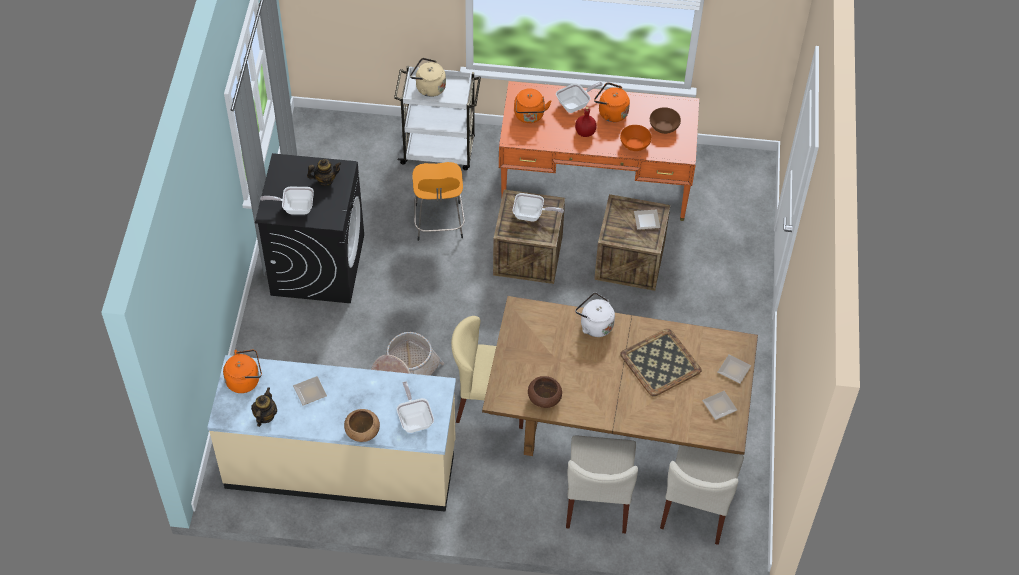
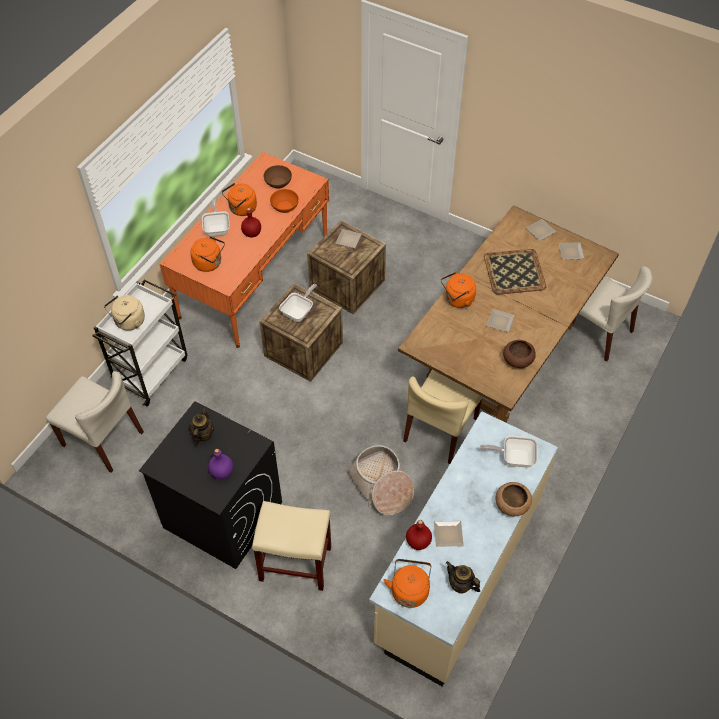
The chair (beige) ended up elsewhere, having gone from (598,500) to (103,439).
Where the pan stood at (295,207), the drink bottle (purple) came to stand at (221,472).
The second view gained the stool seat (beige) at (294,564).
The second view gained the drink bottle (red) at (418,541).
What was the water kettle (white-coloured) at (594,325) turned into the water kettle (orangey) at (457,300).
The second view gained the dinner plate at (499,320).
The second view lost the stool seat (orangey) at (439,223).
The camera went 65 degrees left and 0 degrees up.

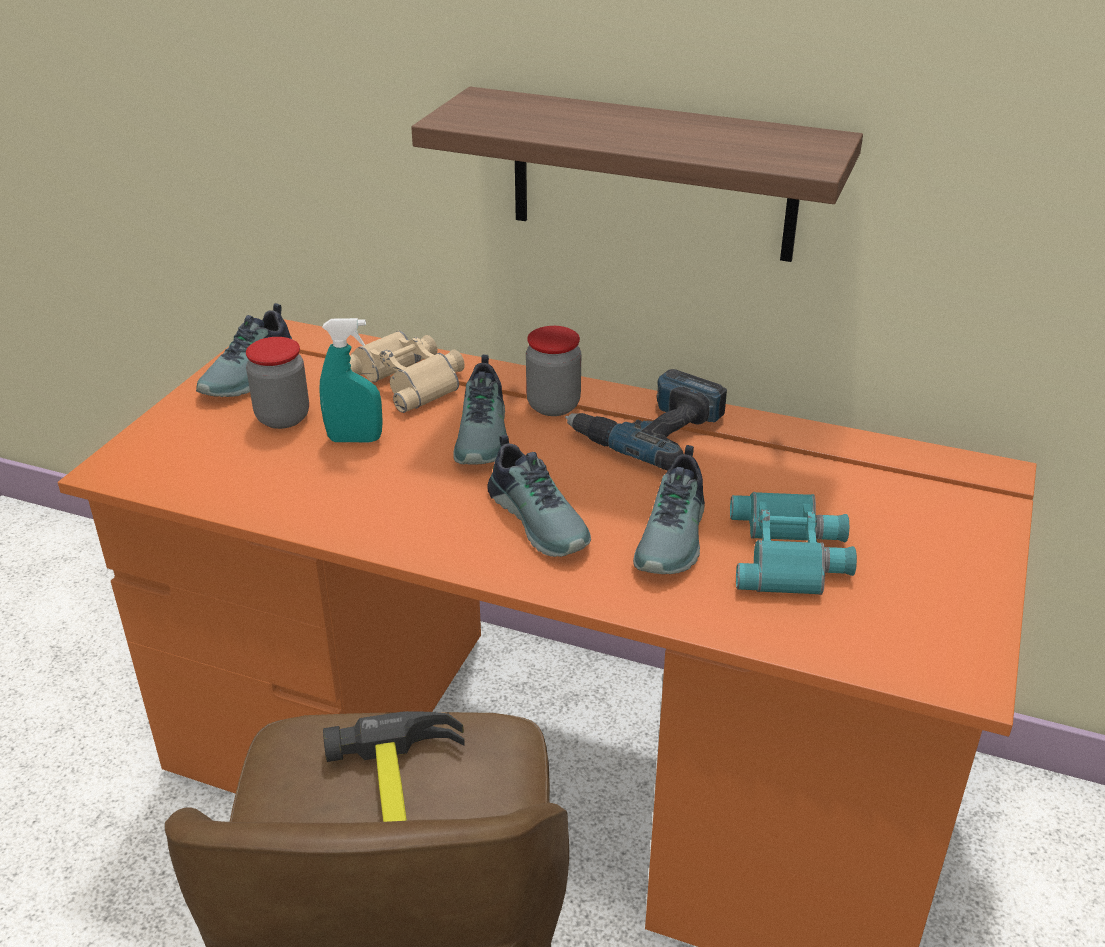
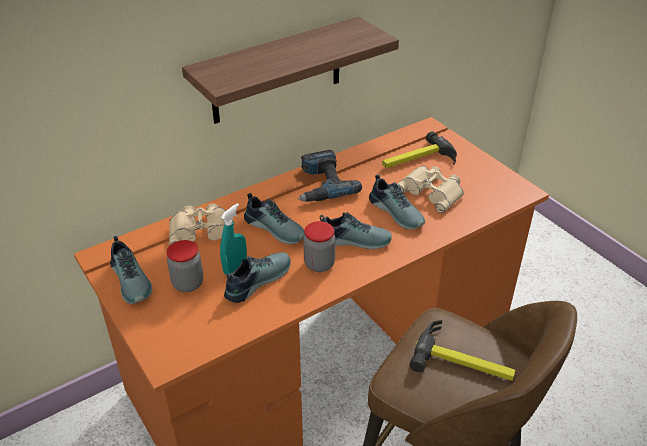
The second view gained the item of footwear at (256,280).
The preserve jar ended up elsewhere, having gone from (553,405) to (319,264).
The second view gained the hammer at (417,160).
What was the binoculars (turquoise-coloured) at (791,554) turned into the binoculars (beige) at (432,191).
The camera went 55 degrees left and 5 degrees up.

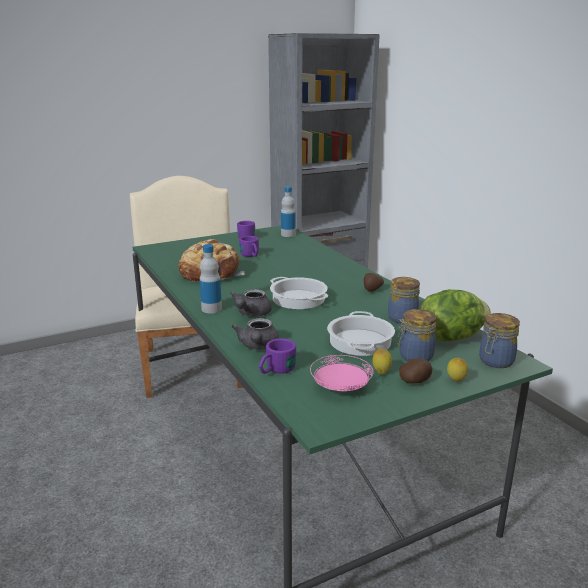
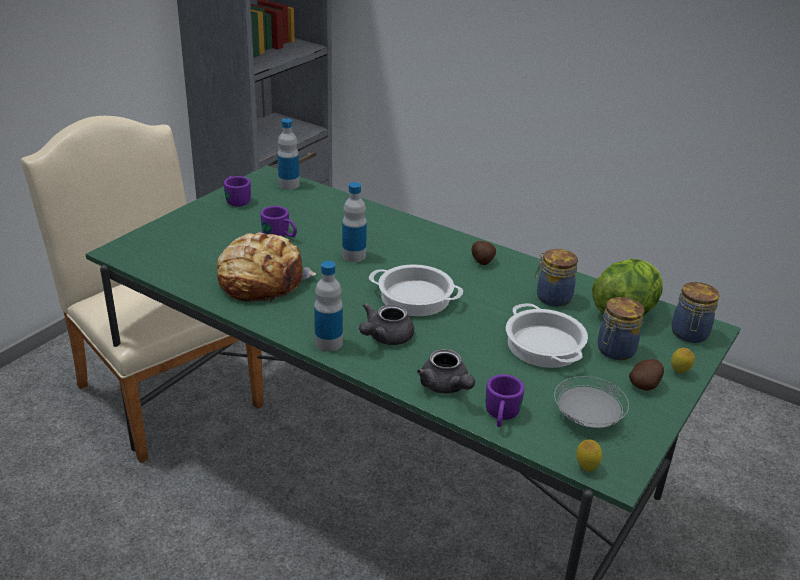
The second view gained the drink bottle at (354,256).
The teapot (greyish) at (251,314) ended up facing another way, 45 degrees clockwise from before.
What was the dinner plate (pink) at (340,388) turned into the dinner plate (greyish) at (587,418).
The whole lemon ended up elsewhere, having gone from (381,372) to (586,468).
The camera went 30 degrees left and 10 degrees up.

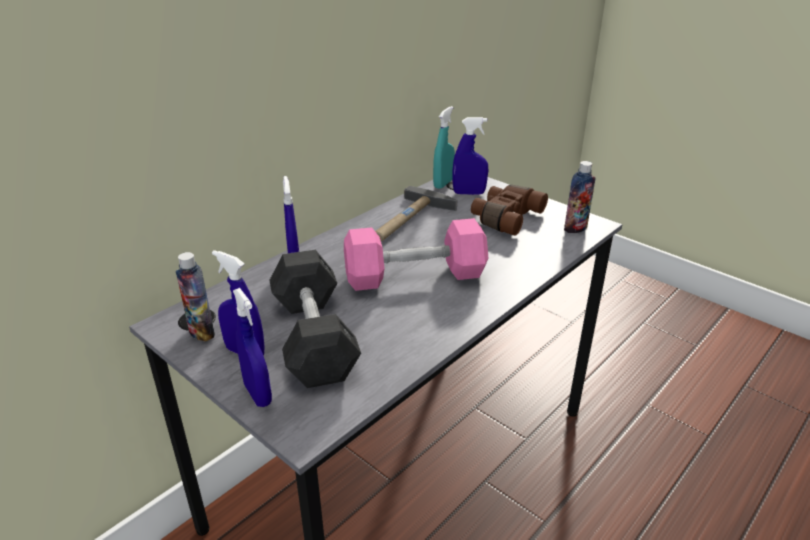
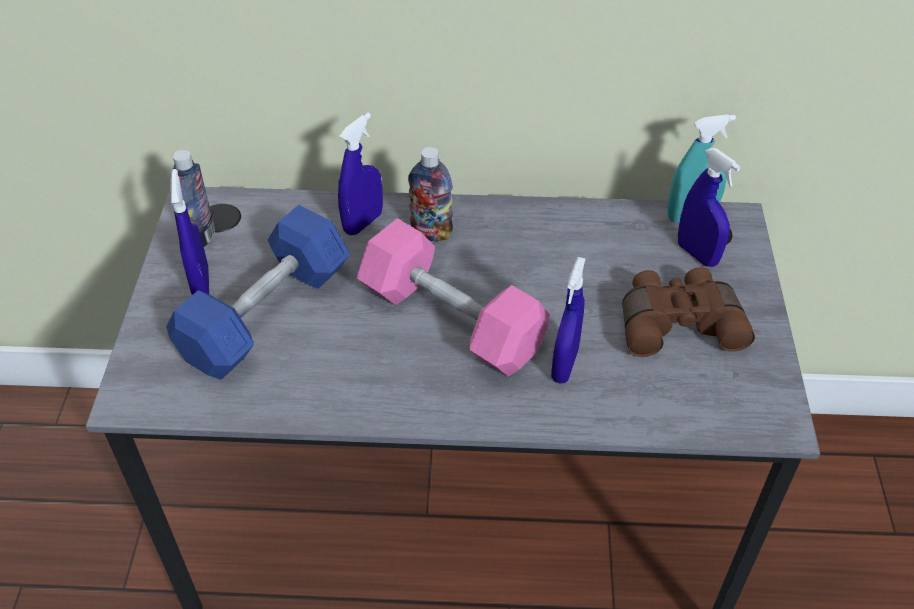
What was the hand weight (greyish) at (314,337) turned into the hand weight (bluish) at (266,314).
The drink bottle ended up elsewhere, having gone from (575,228) to (431,232).
The sprayer (bluish) ended up elsewhere, having gone from (258,394) to (564,365).
The second view lost the hammer at (409,221).
The camera went 50 degrees right and 15 degrees up.

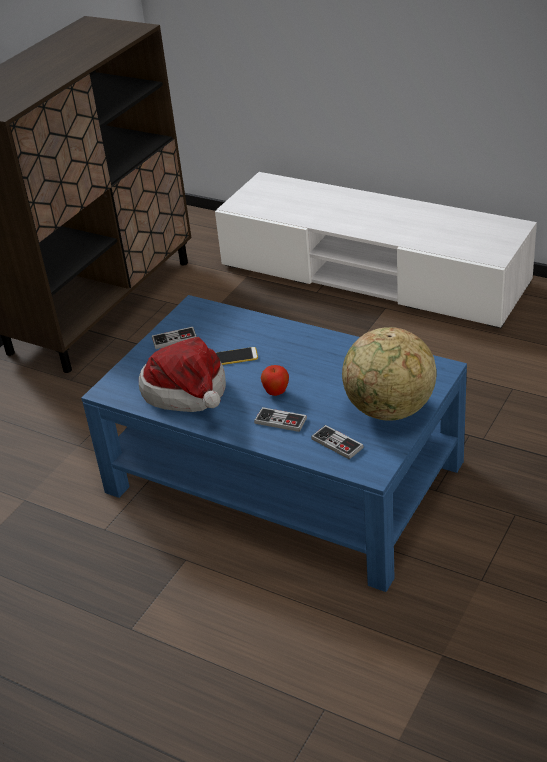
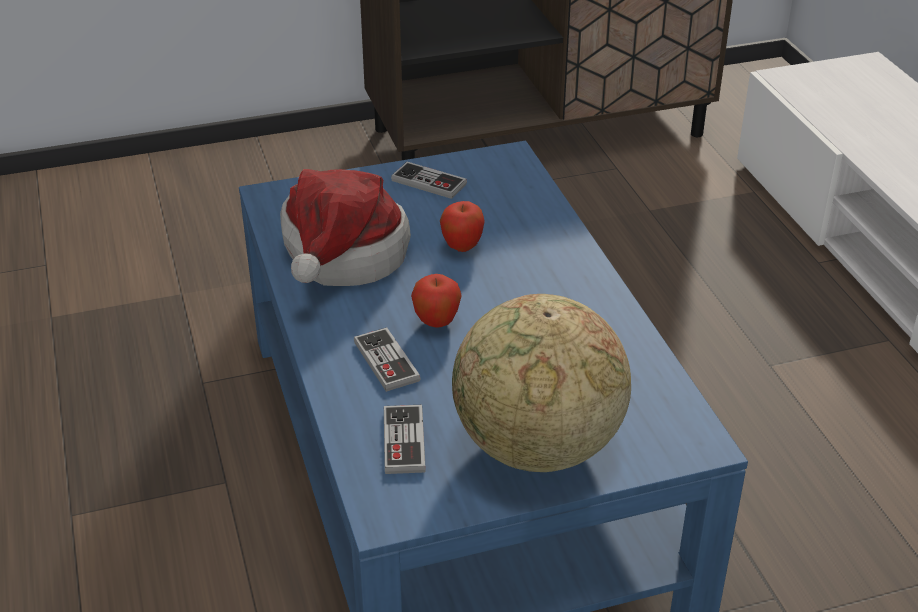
Where the phone stood at (236,357), the apple fruit came to stand at (462,247).
The camera went 40 degrees right and 0 degrees up.

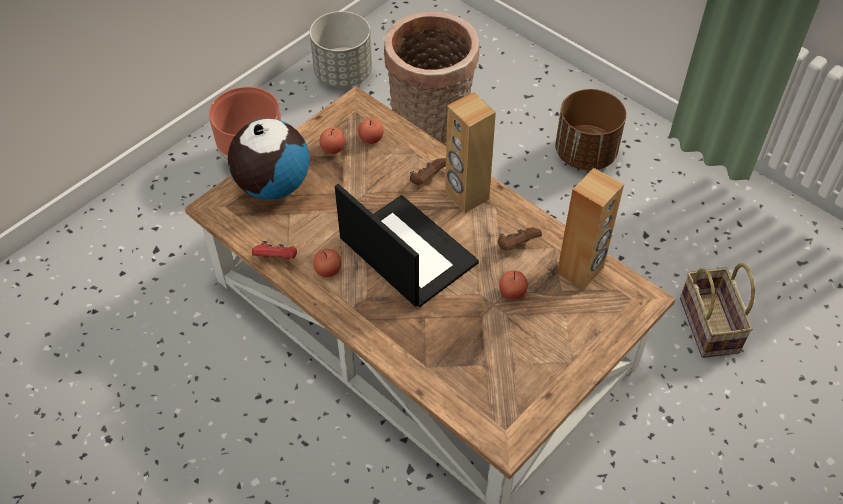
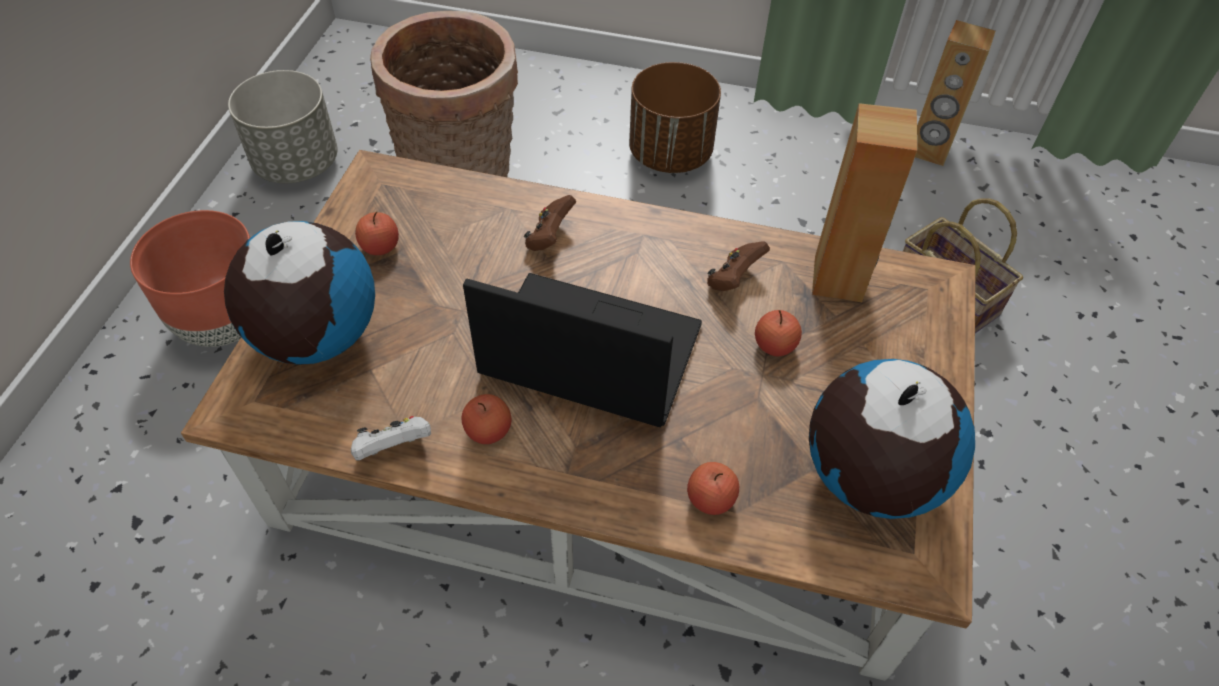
What was the game controller (red) at (277,259) turned into the game controller (white-coloured) at (394,448).
The apple fruit ended up elsewhere, having gone from (371,139) to (710,499).
The second view gained the world globe at (868,477).
The loudspeaker (brownish) ended up elsewhere, having gone from (466,196) to (928,150).
The camera went 30 degrees left and 0 degrees up.

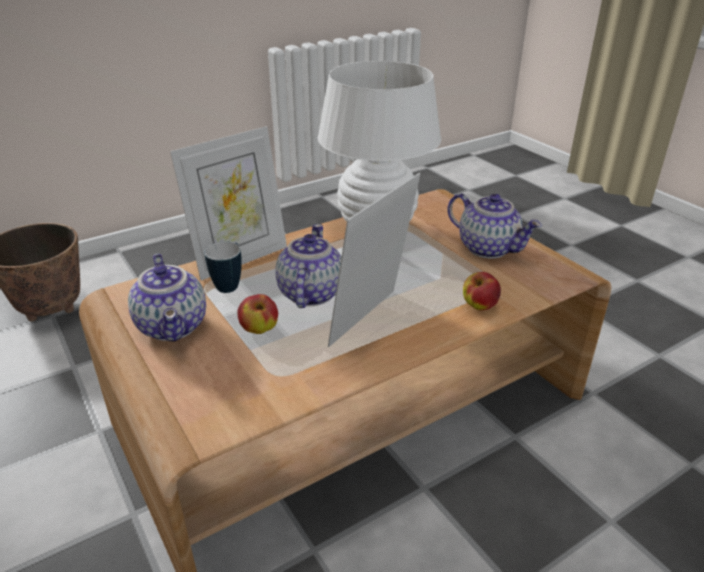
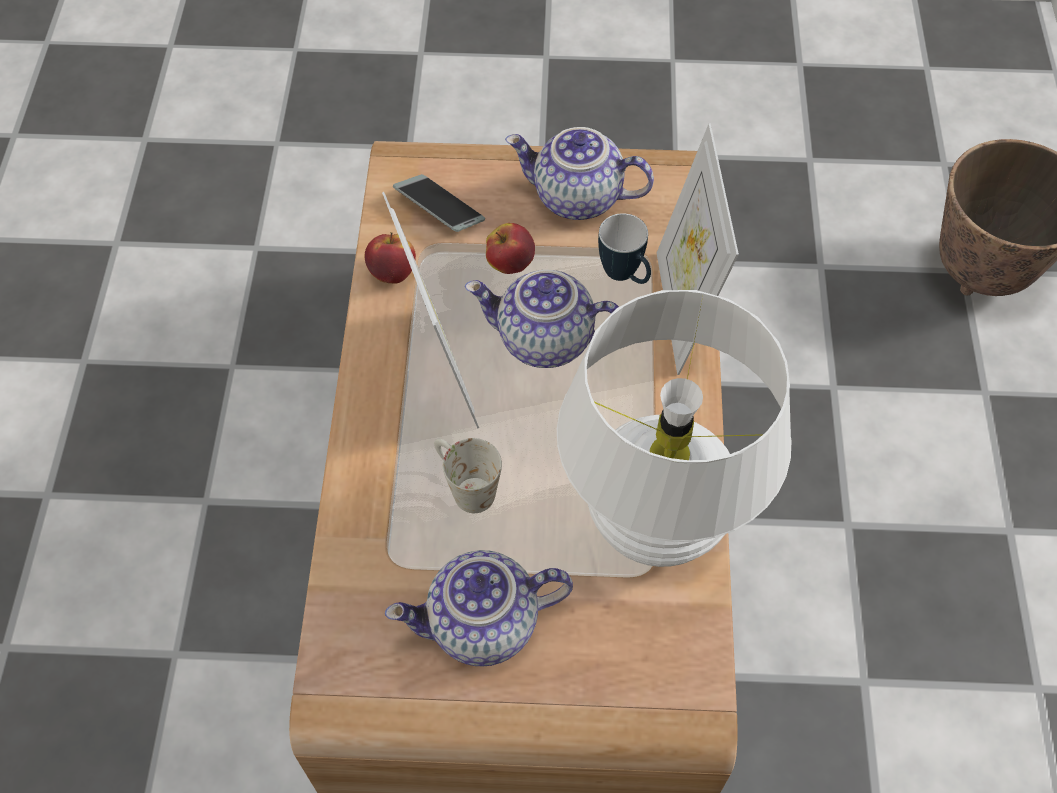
The apple fruit ended up elsewhere, having gone from (479,306) to (392,272).
The second view gained the phone at (439,209).
The second view gained the tea mug (white-coloured) at (464,486).
The teapot at (309,293) ended up facing another way, 150 degrees clockwise from before.
The camera went 125 degrees right and 25 degrees up.

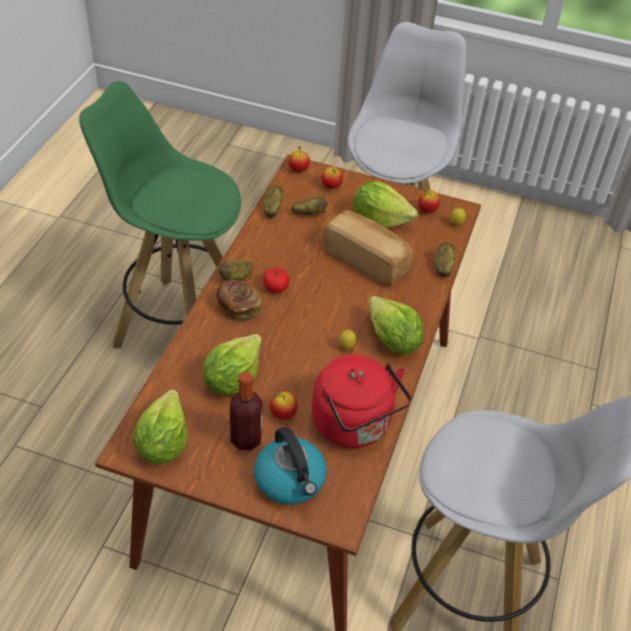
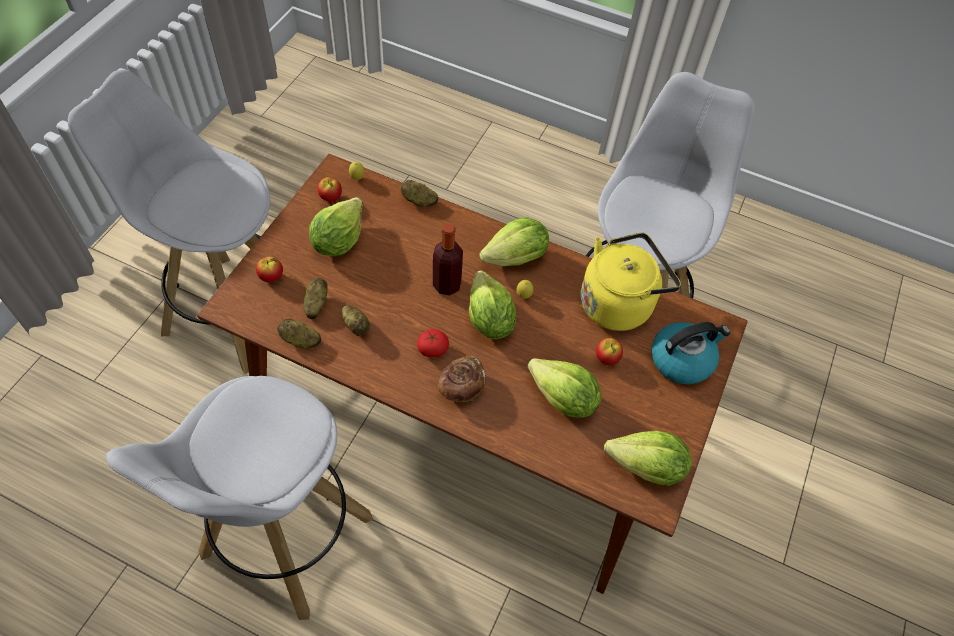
What was the stool seat (green) at (179,325) turned into the stool seat (white-coloured) at (285,538).
The potato ended up elsewhere, having gone from (236,277) to (356,325).
The drink bottle ended up elsewhere, having gone from (246,439) to (447,285).
The second view gained the lettuce head at (489,320).
What was the water kettle (red) at (355,426) turned into the water kettle (yellowish) at (619,302).
The second view lost the apple fruit at (298,170).
The second view lost the baked bread at (366,260).
The camera went 85 degrees left and 10 degrees up.

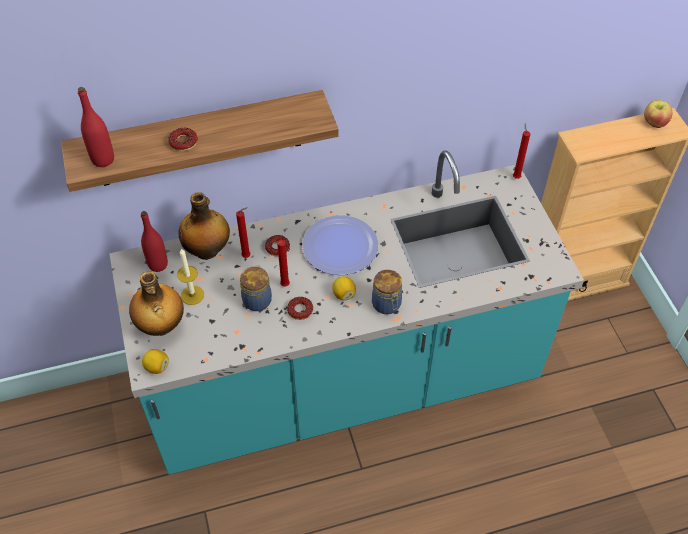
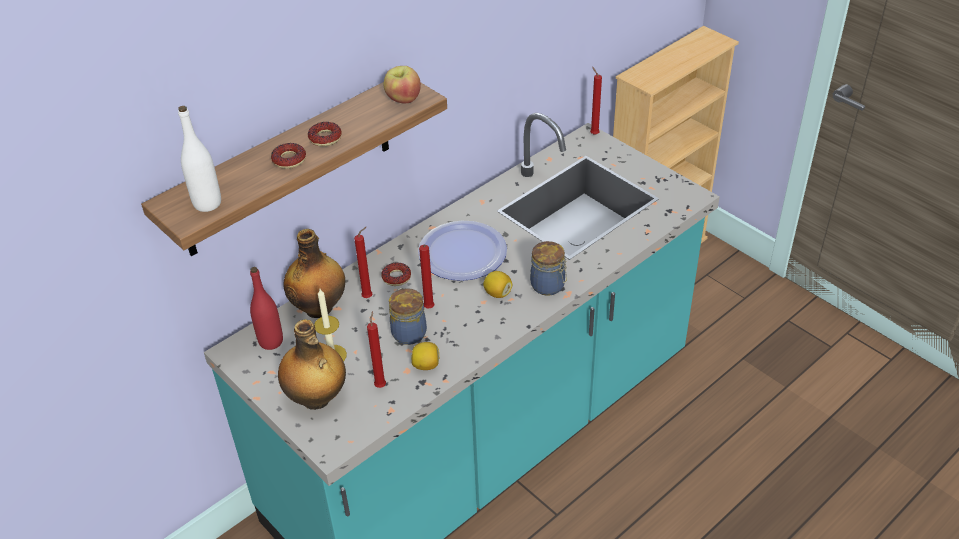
What was the drink bottle (red) at (103,159) turned into the drink bottle (white-coloured) at (207,203).
The donut ended up elsewhere, having gone from (300,310) to (325,138).
The second view gained the wax light (red) at (381,385).
The apple fruit ended up elsewhere, having gone from (654,123) to (403,99).
The whole lemon ended up elsewhere, having gone from (157,367) to (426,365).
The camera went 25 degrees left and 10 degrees down.

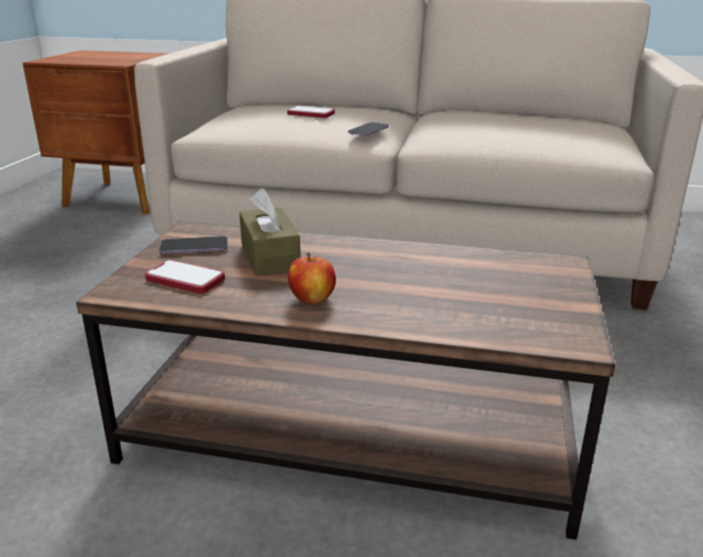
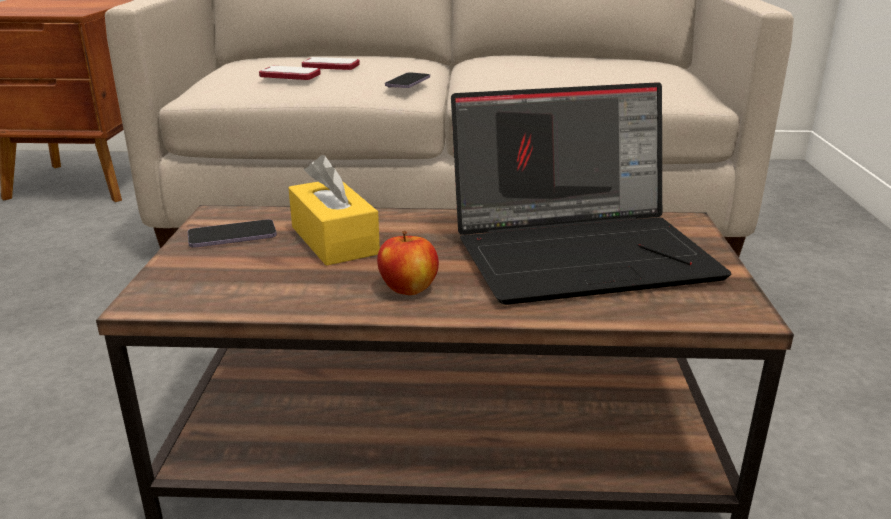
The phone ended up elsewhere, having gone from (185,279) to (290,75).
What was the tissue holder (brownish) at (270,256) turned into the tissue holder (yellowish) at (334,240).
The second view gained the laptop at (583,252).
The camera went 10 degrees left and 0 degrees up.

